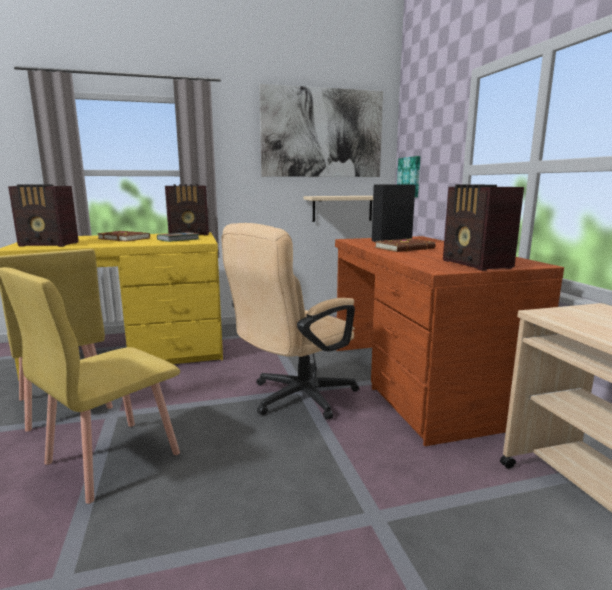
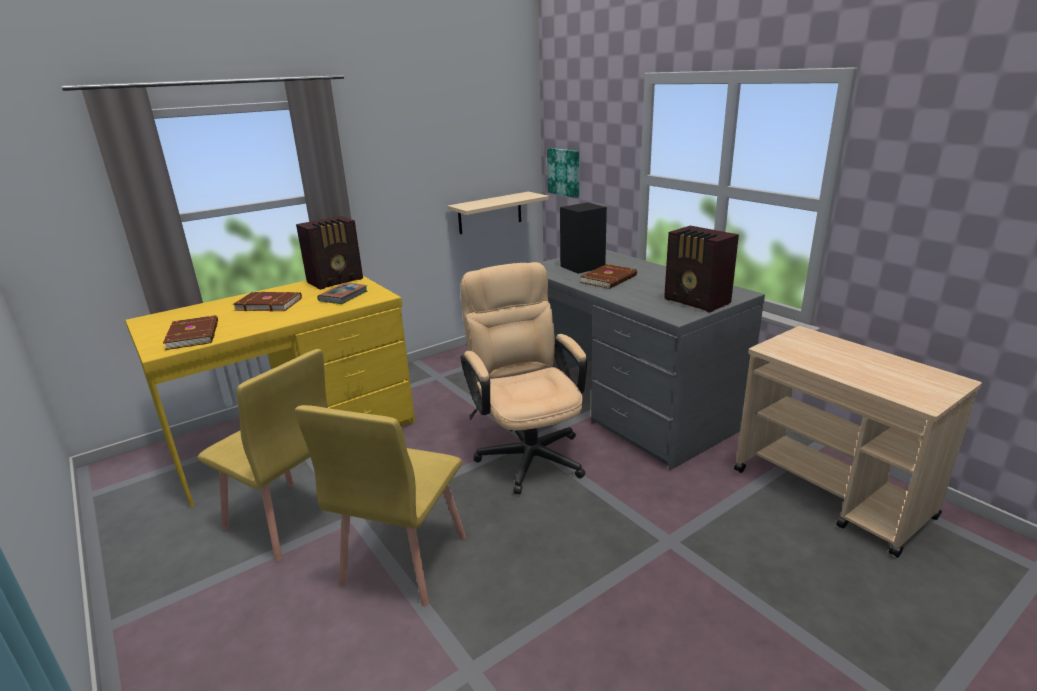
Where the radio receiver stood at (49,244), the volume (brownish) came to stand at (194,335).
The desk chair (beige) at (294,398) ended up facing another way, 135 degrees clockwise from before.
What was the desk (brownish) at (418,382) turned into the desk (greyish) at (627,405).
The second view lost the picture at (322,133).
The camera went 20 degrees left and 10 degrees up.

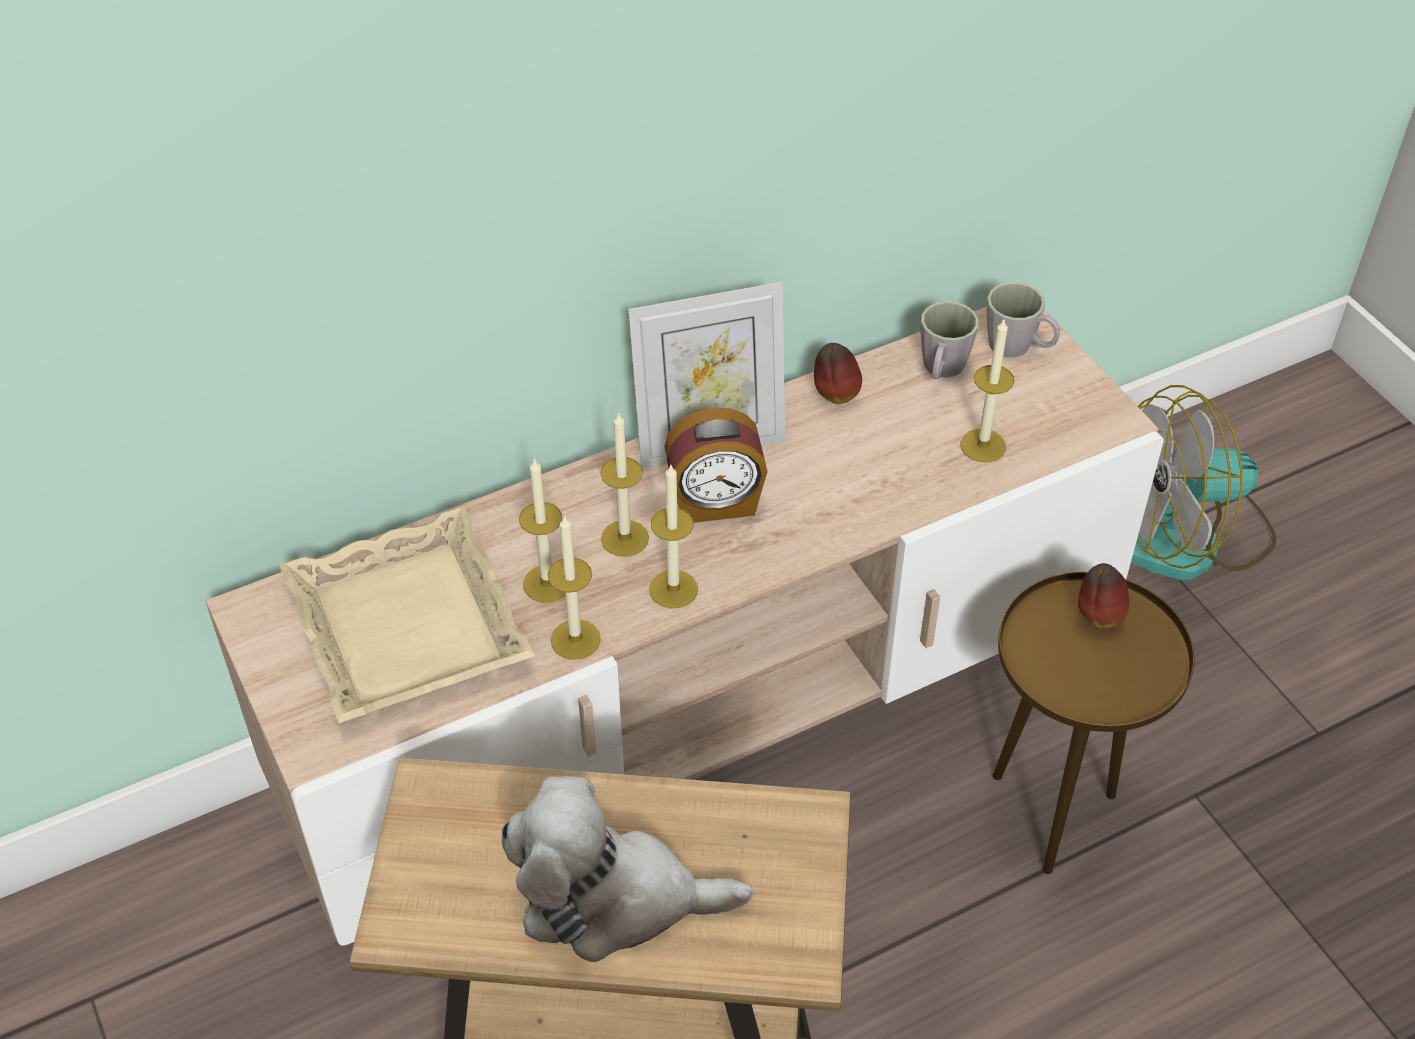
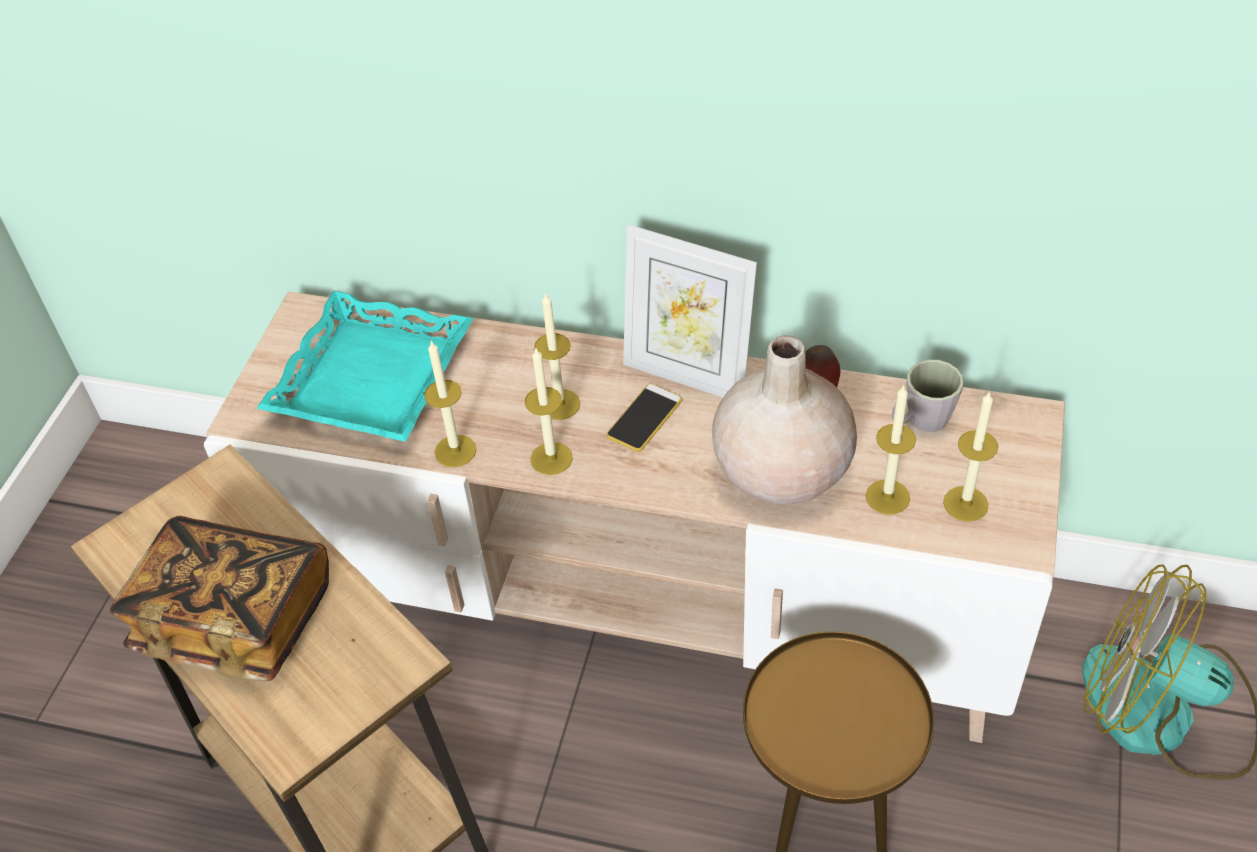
Where the cuddly toy stood at (613,898), the volume came to stand at (236,619).
What was the carrying tray (beige) at (410,626) turned into the carrying tray (turquoise-coloured) at (373,378).
Where the table clock stood at (715,503), the phone came to stand at (644,418).
The second view gained the vase (beige) at (781,469).
The wax light ended up elsewhere, having gone from (547,583) to (965,503).
The second view lost the tea mug (greyish) at (1018,347).
The second view lost the apple fruit at (1098,616).
The camera went 45 degrees right and 0 degrees up.

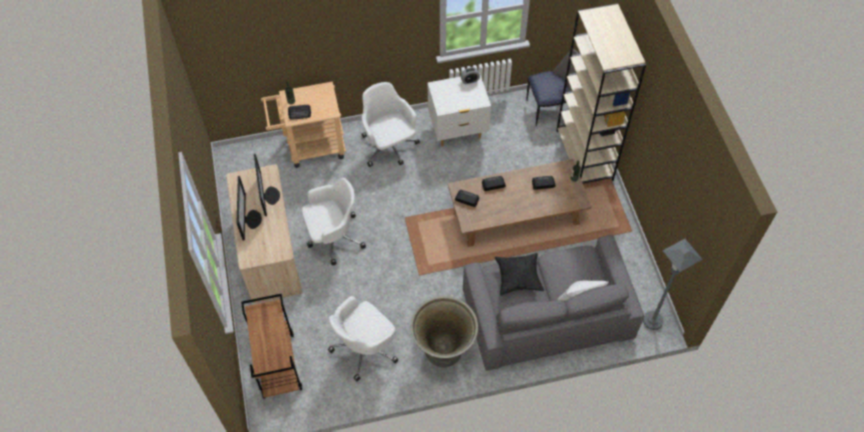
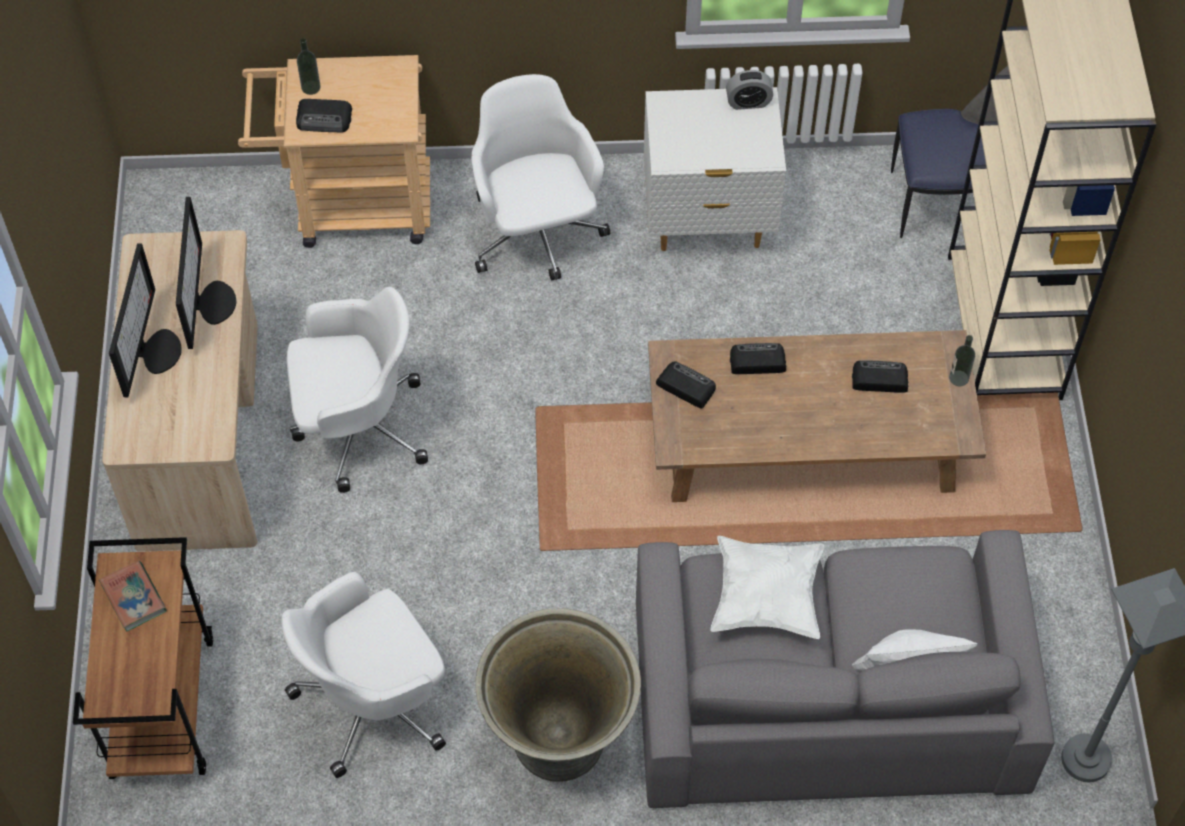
The second view gained the volume at (133,598).
What was the throw pillow (black-coloured) at (518,278) turned into the throw pillow (white-coloured) at (766,598).
The camera went 10 degrees right and 0 degrees up.

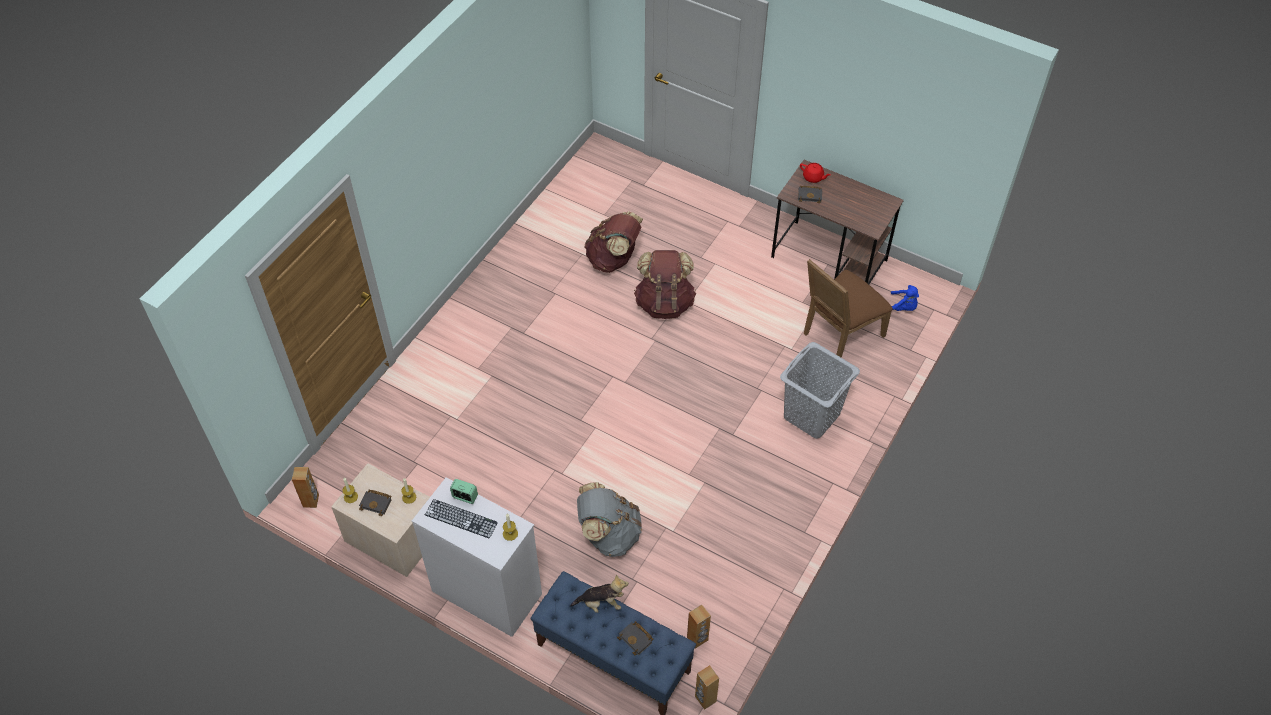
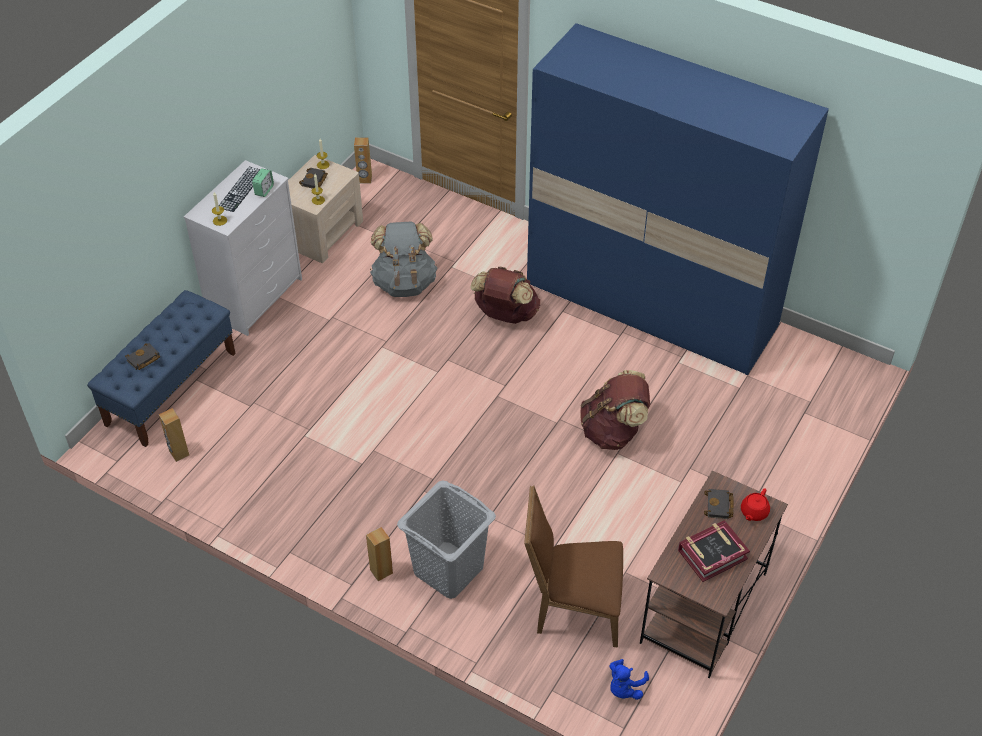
The loudspeaker (brownish) ended up elsewhere, having gone from (705,699) to (381,571).
The rucksack (greyish) ended up elsewhere, having gone from (609,534) to (404,282).
The rucksack (brownish) ended up elsewhere, having gone from (614,259) to (505,315).
The chair (brownish) at (838,335) ended up facing another way, 45 degrees counterclockwise from before.
The second view gained the wardrobe (bluish) at (651,305).
The second view gained the volume at (712,554).
The second view lost the cuddly toy at (601,603).
The camera went 90 degrees right and 5 degrees down.

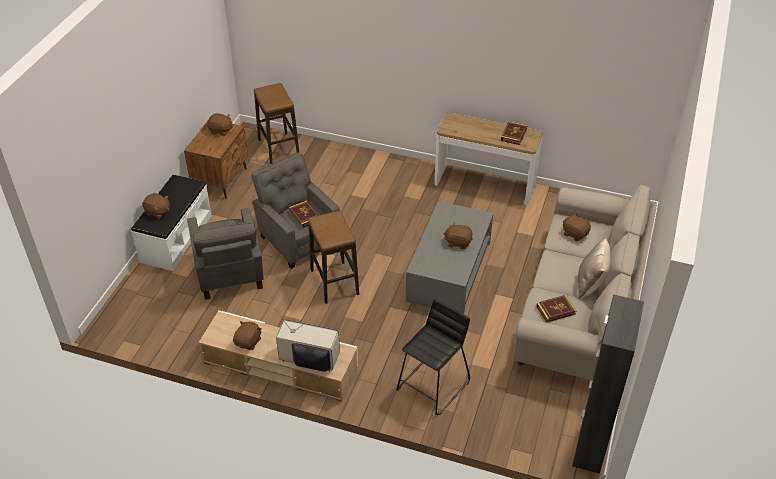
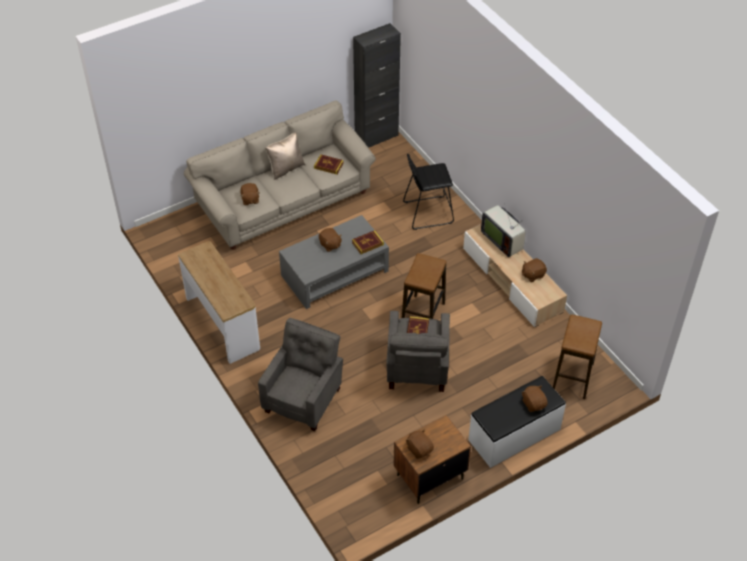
The armchair (greyish) ended up elsewhere, having gone from (229,274) to (304,398).
The volume ended up elsewhere, having gone from (513,134) to (367,243).
The stool seat ended up elsewhere, having gone from (278,148) to (573,377).
The camera went 140 degrees left and 5 degrees up.

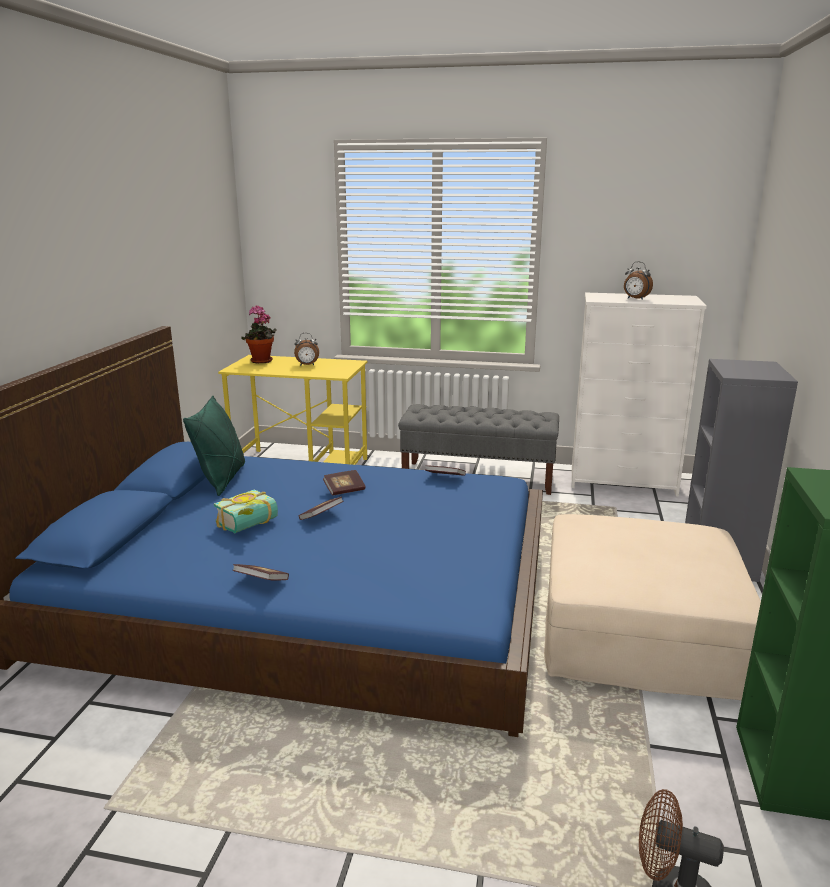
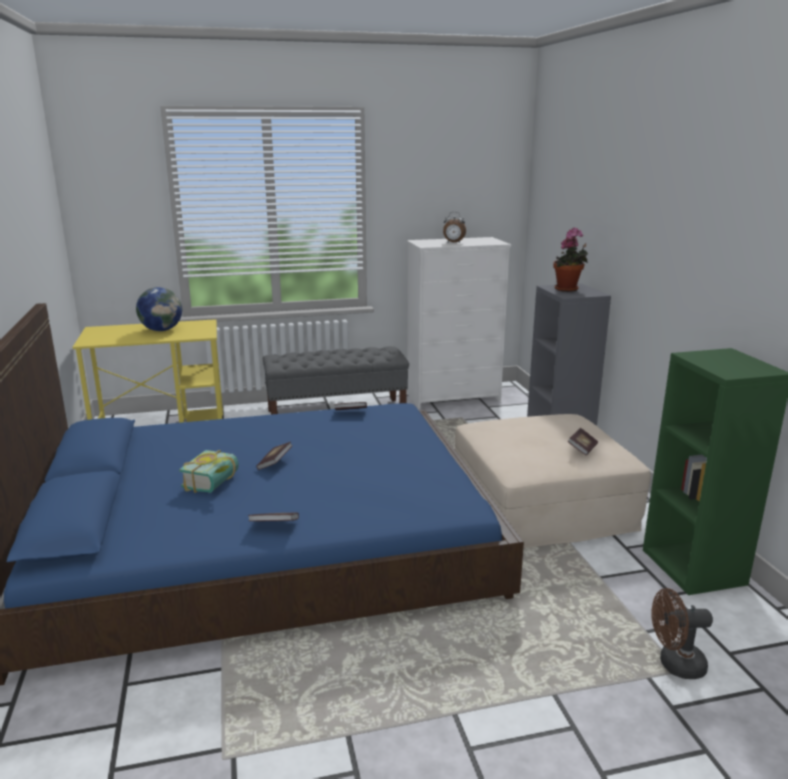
Where the table clock stood at (307,365), the world globe came to stand at (161,330).
The plant in a pot ended up elsewhere, having gone from (261,361) to (568,289).
The volume ended up elsewhere, having gone from (344,490) to (582,449).
The second view lost the throw pillow (green) at (222,479).
The camera went 25 degrees left and 0 degrees up.

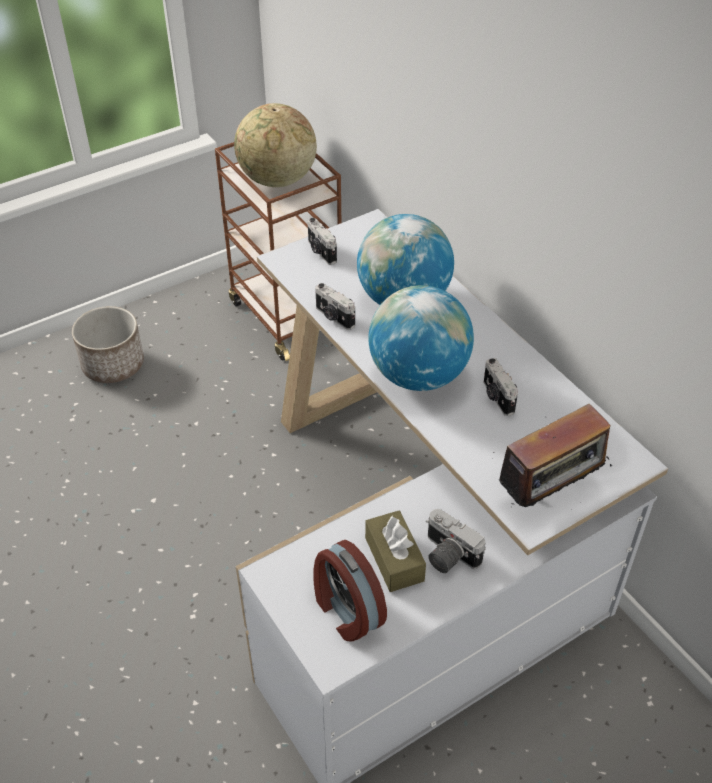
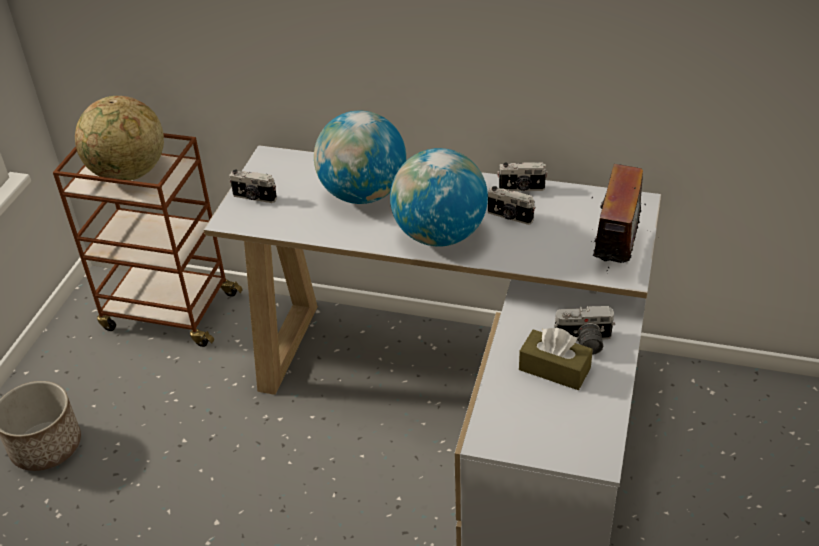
The still camera ended up elsewhere, having gone from (334,317) to (521,188).
The second view lost the table clock at (346,611).
The camera went 40 degrees left and 5 degrees down.

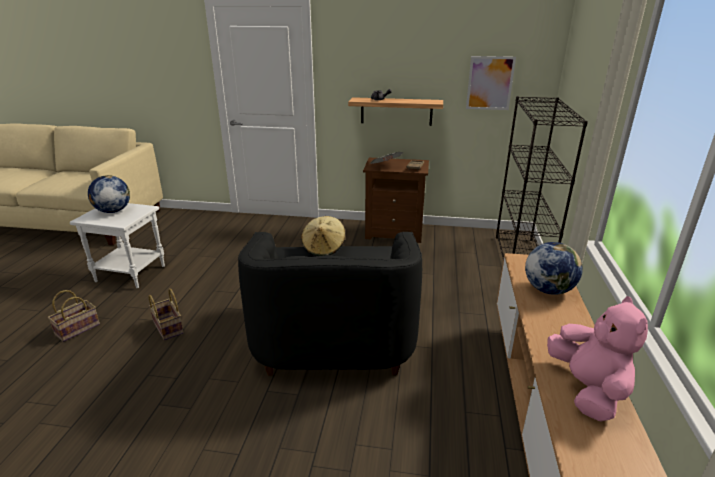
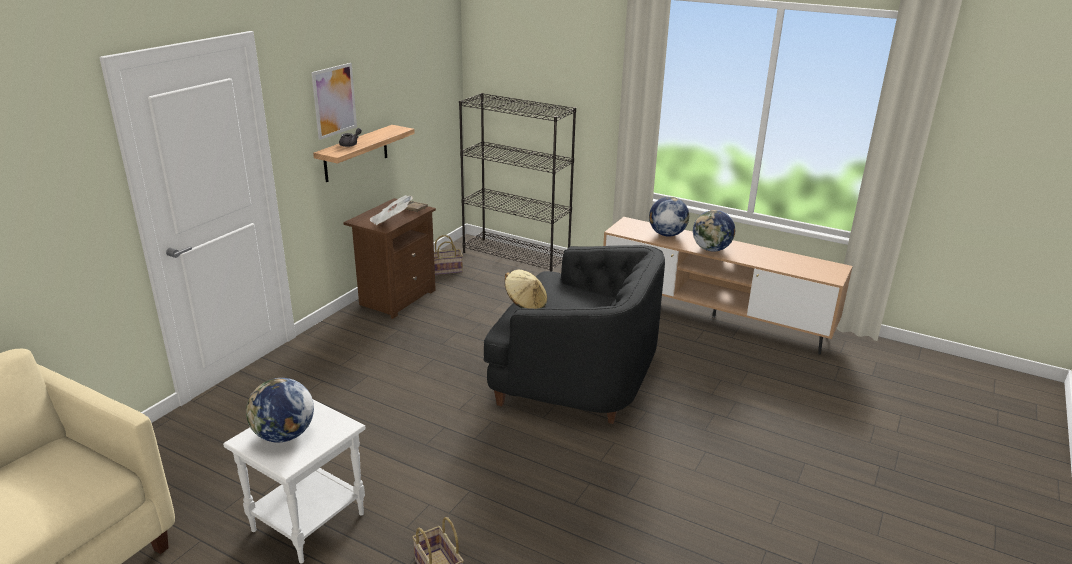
The picture ended up elsewhere, having gone from (490,83) to (334,100).
The household basket ended up elsewhere, having gone from (169,328) to (447,270).
The second view gained the world globe at (711,249).
The second view lost the cuddly toy (pink) at (587,389).
The camera went 70 degrees left and 0 degrees up.

